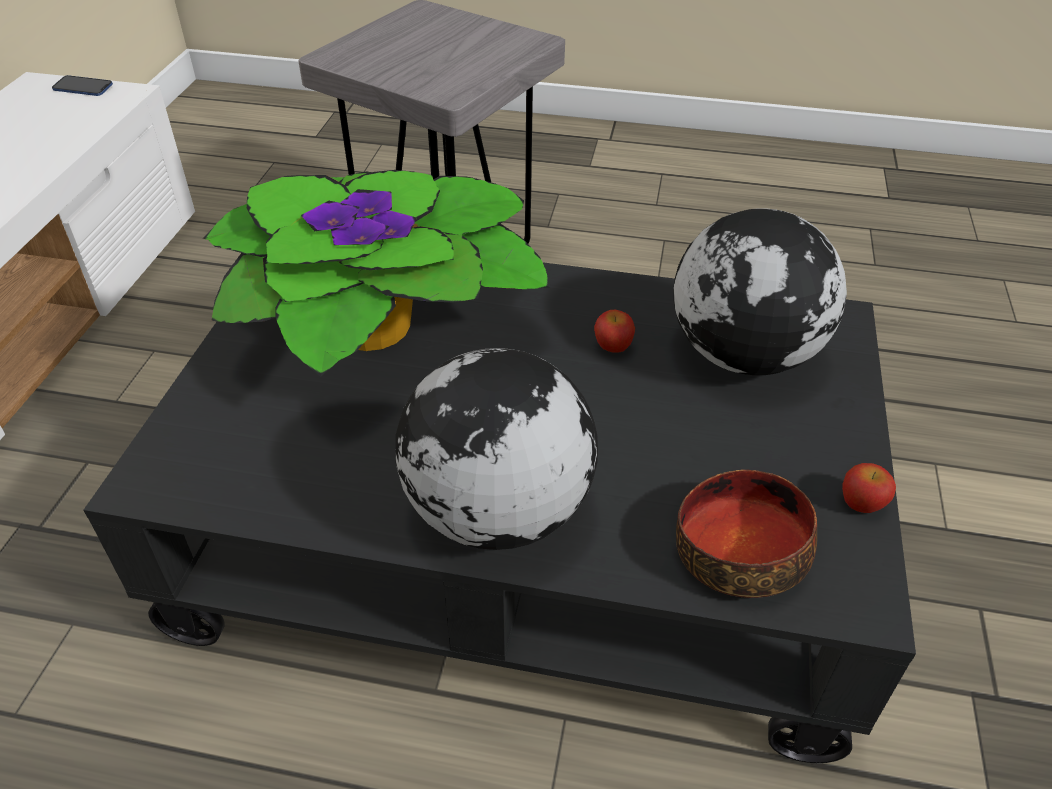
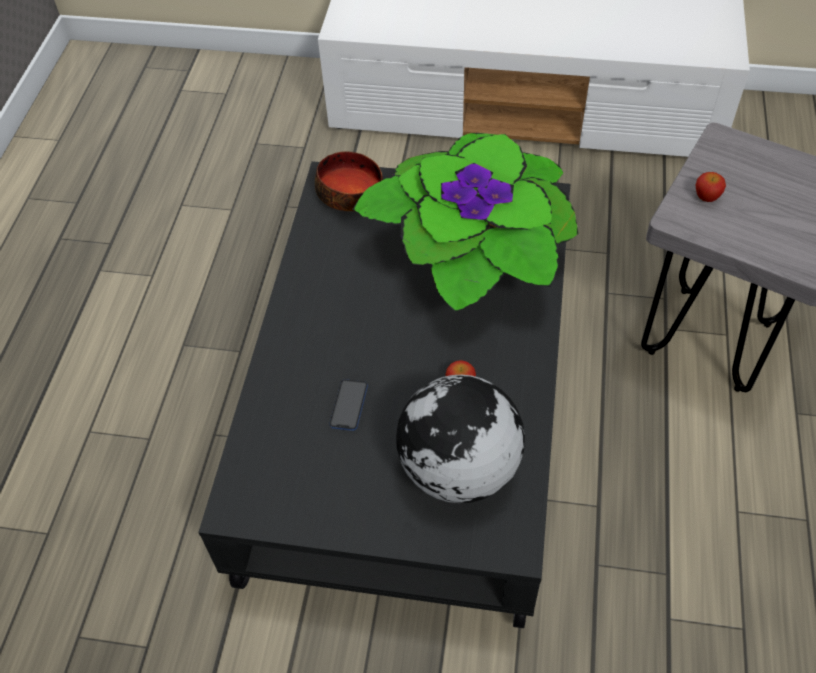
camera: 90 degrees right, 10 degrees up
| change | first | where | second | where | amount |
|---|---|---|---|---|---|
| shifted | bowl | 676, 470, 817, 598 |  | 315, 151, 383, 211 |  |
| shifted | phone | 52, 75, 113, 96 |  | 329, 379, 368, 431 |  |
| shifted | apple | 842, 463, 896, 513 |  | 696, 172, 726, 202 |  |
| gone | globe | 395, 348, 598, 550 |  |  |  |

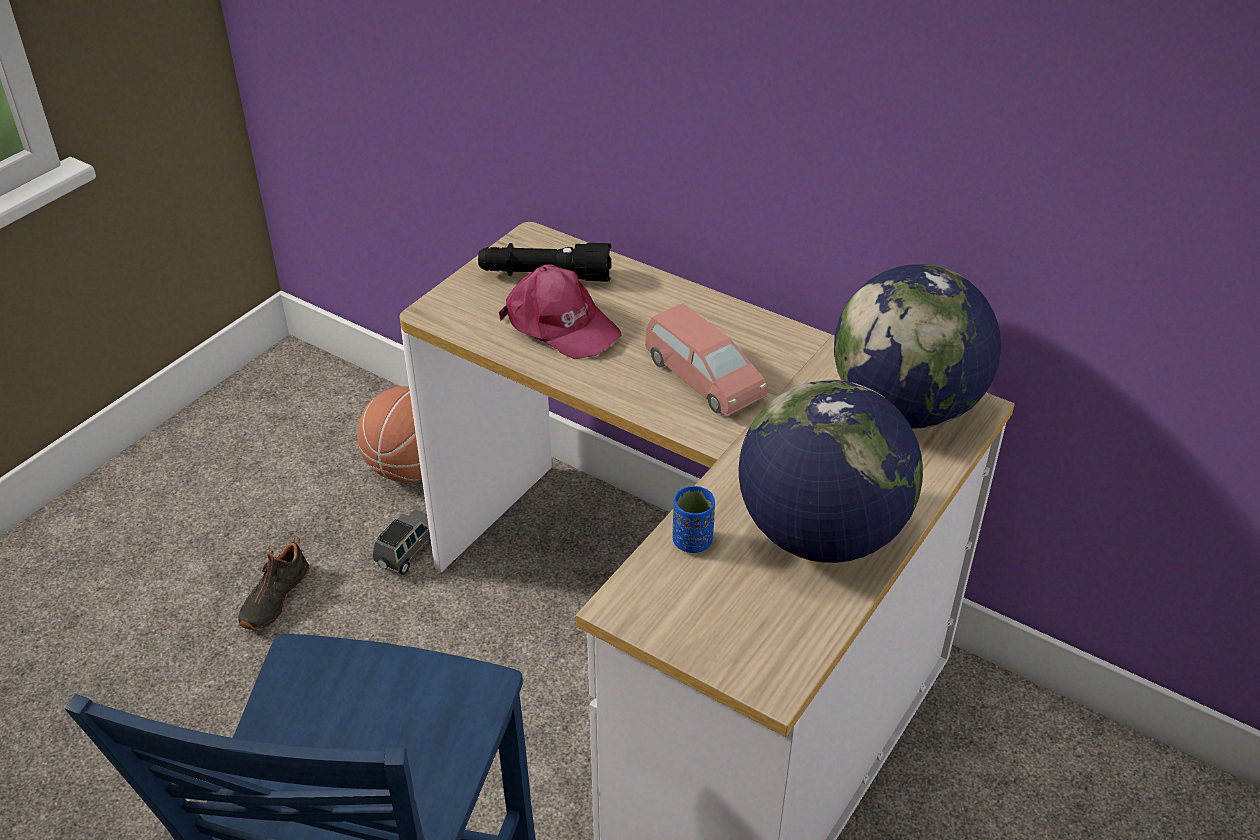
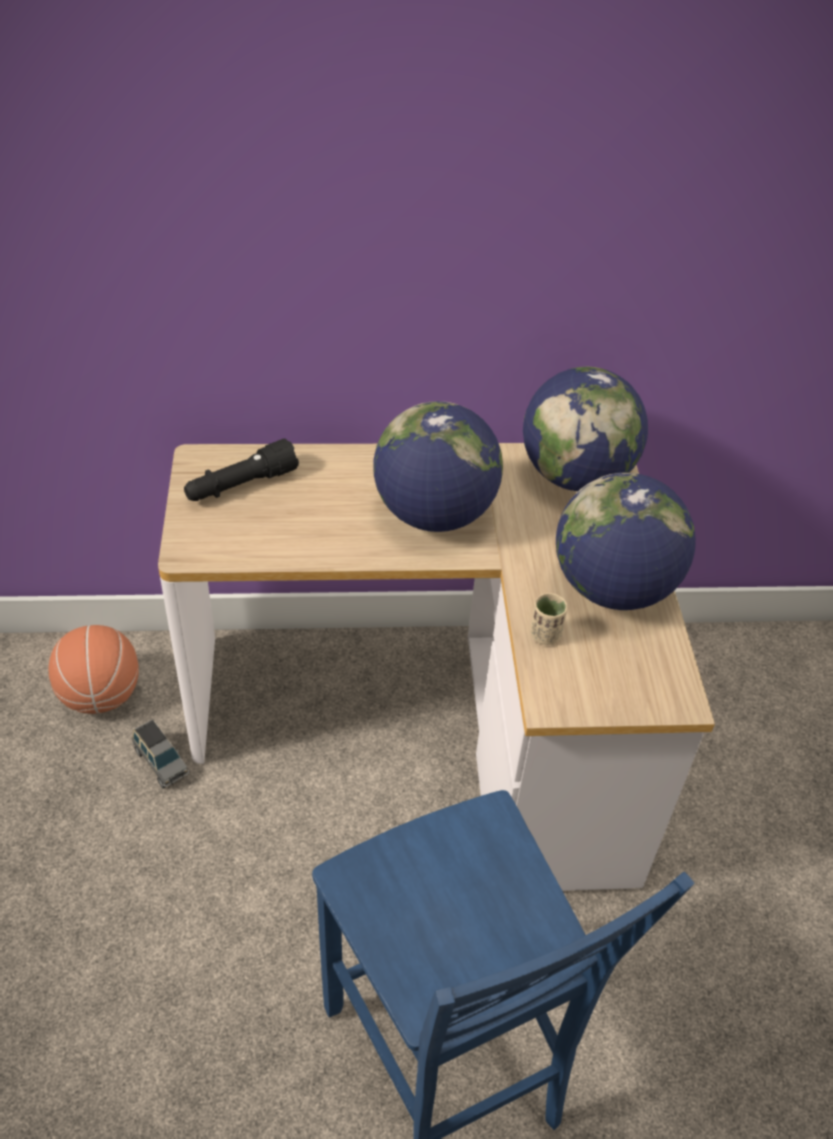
camera: 40 degrees left, 5 degrees up
| change | first | where | second | where | amount |
|---|---|---|---|---|---|
| rotated | toy car in grey | 373, 509, 431, 575 |  | 132, 720, 189, 789 | 150 degrees clockwise |
| swapped | toy car in pink | 645, 303, 768, 416 | globe | 373, 401, 503, 532 |  |
| repainted | cup in blue | 673, 486, 715, 553 | cup in beige | 530, 593, 567, 645 |  |
| gone | shoe in black | 238, 536, 309, 630 |  |  |  |
| gone | cap in pink | 499, 264, 622, 359 |  |  |  |

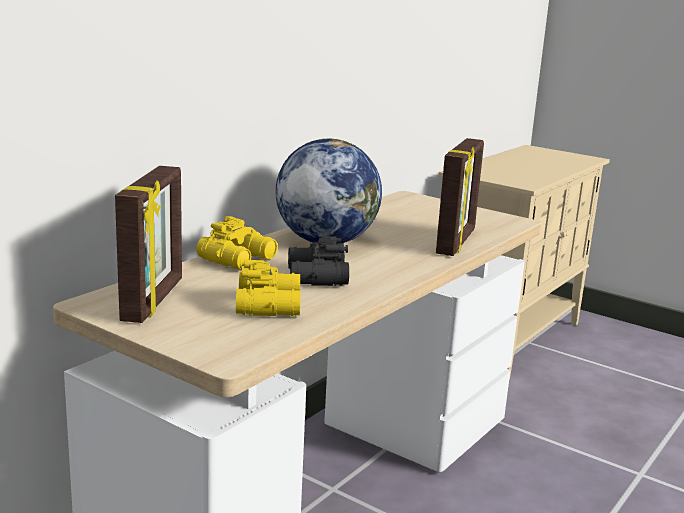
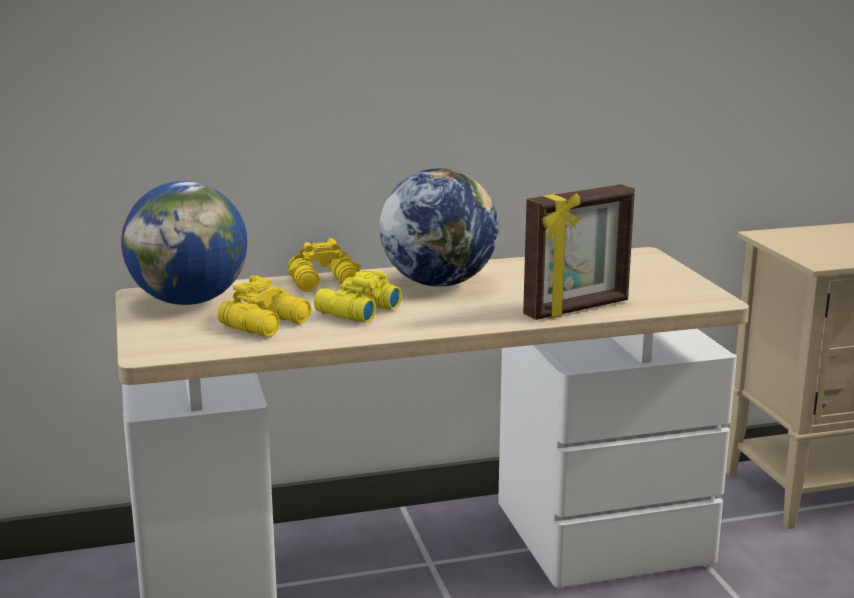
camera: 40 degrees right, 0 degrees up
| change | first | where | second | where | amount |
|---|---|---|---|---|---|
| swapped | picture frame | 115, 166, 182, 323 | globe | 121, 181, 247, 305 |  |
| repainted | binoculars in black | 288, 236, 349, 286 | binoculars in yellow | 314, 270, 402, 322 |  |

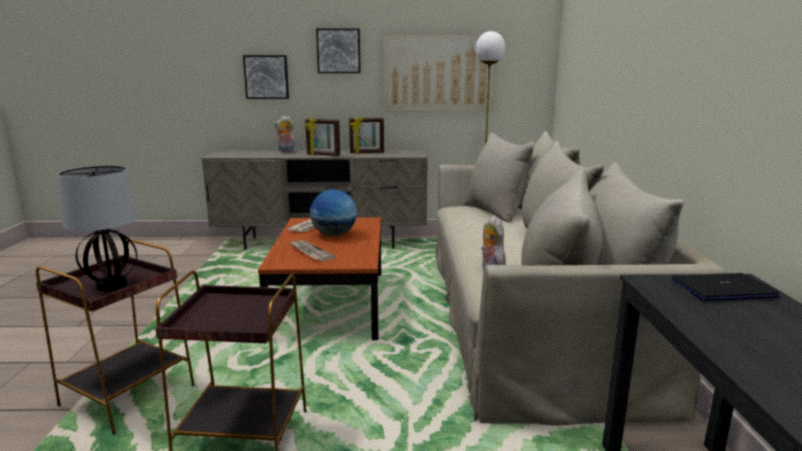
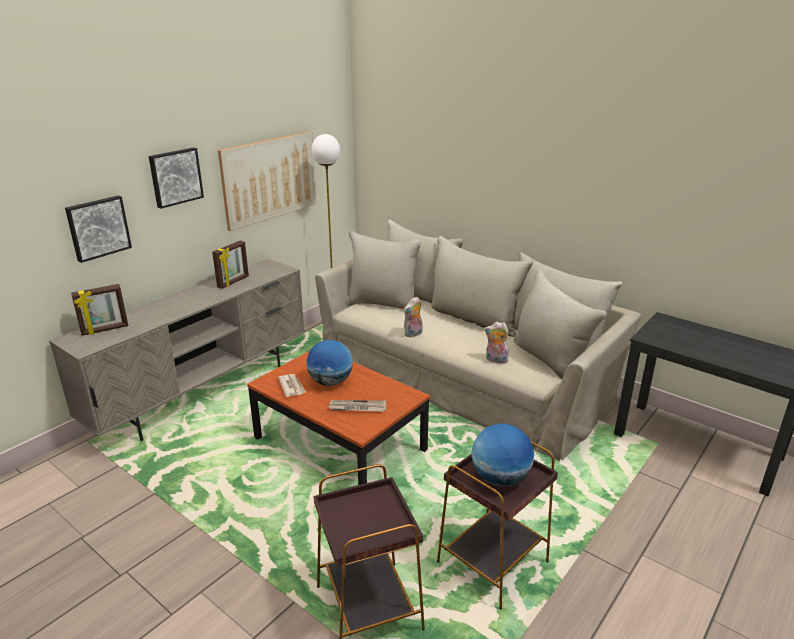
camera: 50 degrees left, 10 degrees up
| change | first | where | second | where | amount |
|---|---|---|---|---|---|
| shifted | picture frame | 305, 118, 340, 156 |  | 71, 284, 128, 336 |  |
| shifted | plush toy | 274, 116, 297, 152 |  | 403, 296, 423, 337 |  |
| new |  |  | globe | 471, 423, 534, 487 |  |
| gone | table lamp | 58, 165, 138, 291 |  |  |  |
| gone | laptop | 672, 273, 780, 301 |  |  |  |

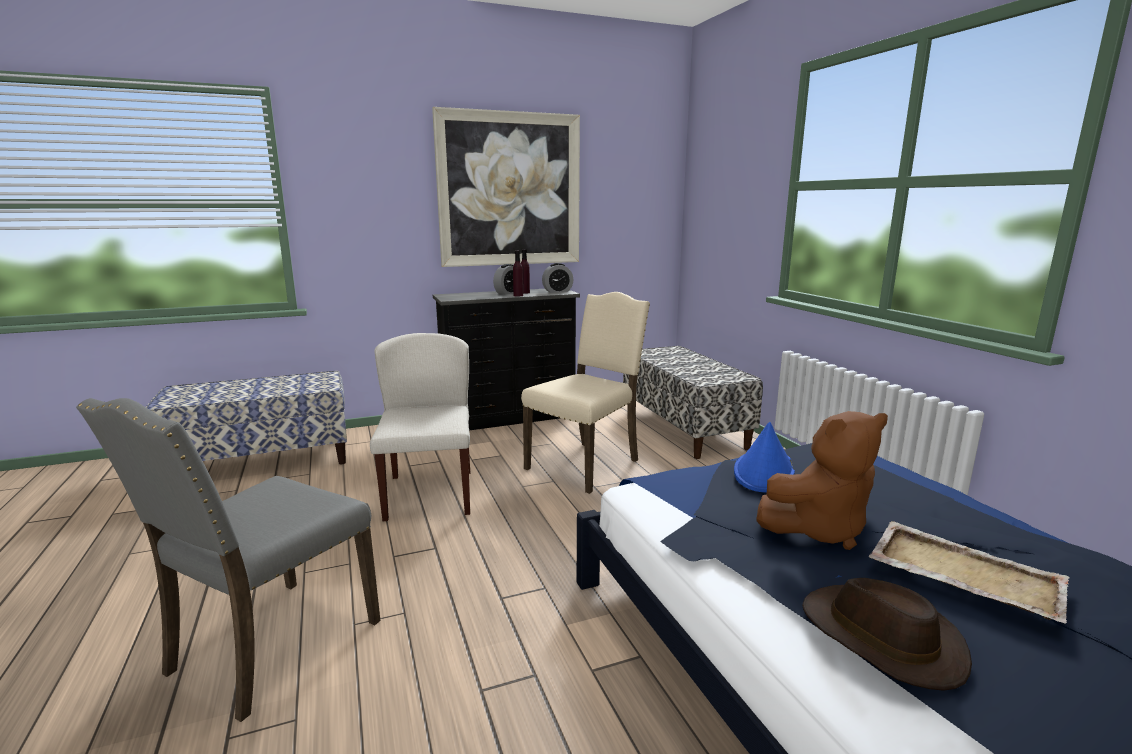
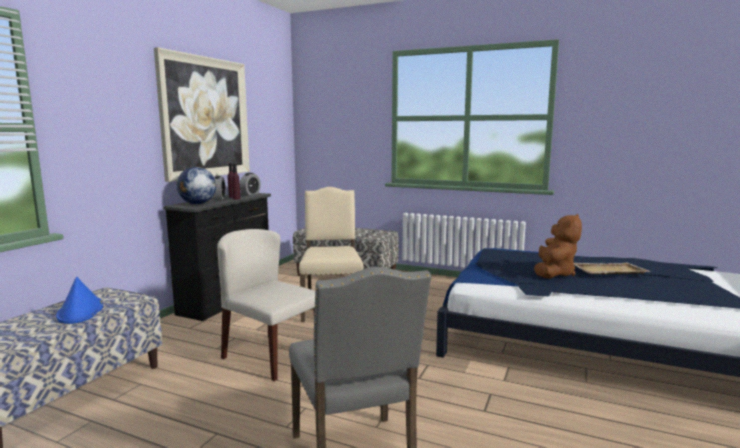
camera: 45 degrees left, 5 degrees down
| change | first | where | second | where | amount |
|---|---|---|---|---|---|
| shifted | hat in blue | 734, 422, 795, 493 |  | 56, 277, 103, 324 |  |
| new |  |  | globe | 176, 167, 216, 204 |  |
| gone | hat in brown | 802, 578, 972, 691 |  |  |  |

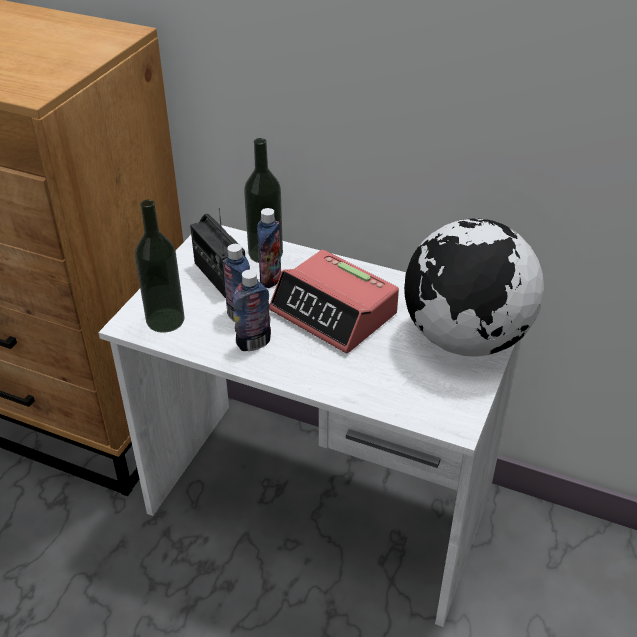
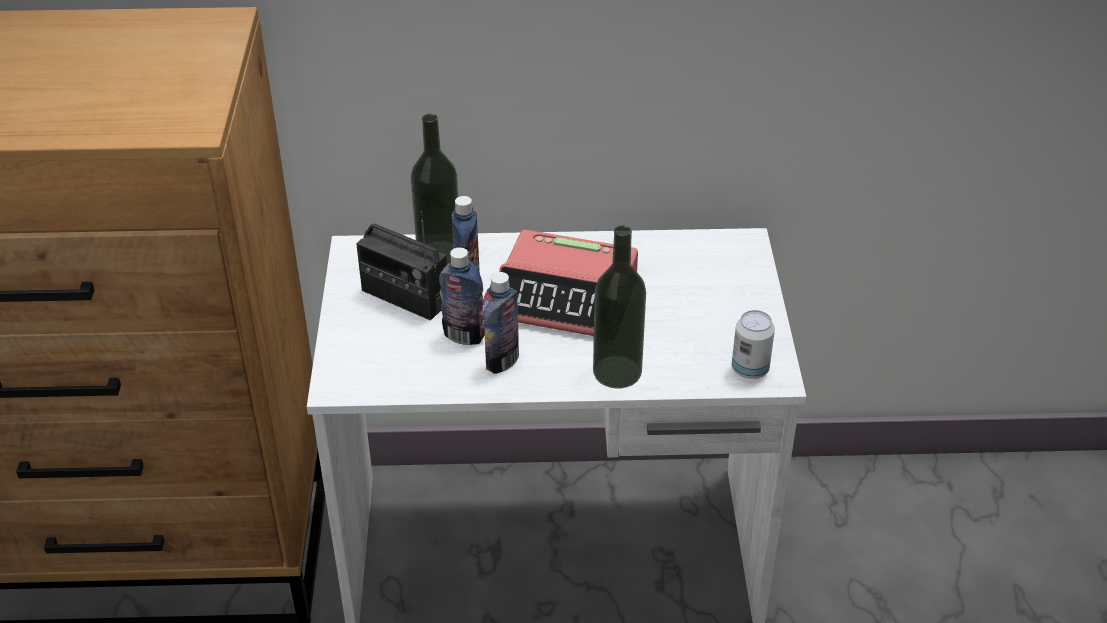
camera: 25 degrees left, 0 degrees up
| change | first | where | second | where | amount |
|---|---|---|---|---|---|
| shifted | bottle | 135, 199, 184, 333 |  | 593, 225, 646, 389 |  |
| new |  |  | can | 732, 310, 775, 379 |  |
| gone | globe | 404, 218, 544, 357 |  |  |  |

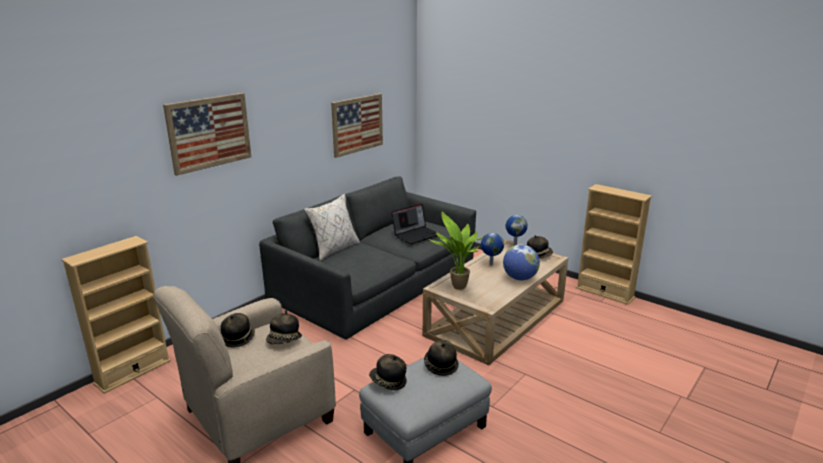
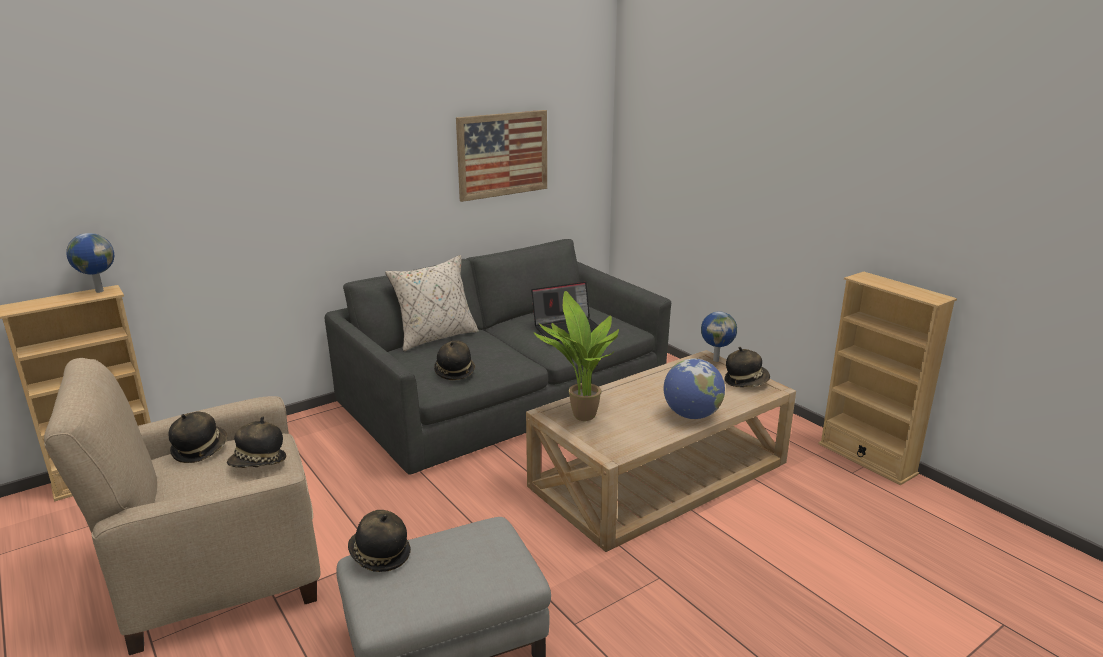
camera: 15 degrees right, 0 degrees up
| change | first | where | second | where | amount |
|---|---|---|---|---|---|
| shifted | globe | 481, 233, 504, 266 |  | 66, 233, 114, 293 |  |
| shifted | hat | 424, 340, 459, 376 |  | 434, 340, 475, 380 |  |
| gone | picture | 163, 93, 251, 176 |  |  |  |

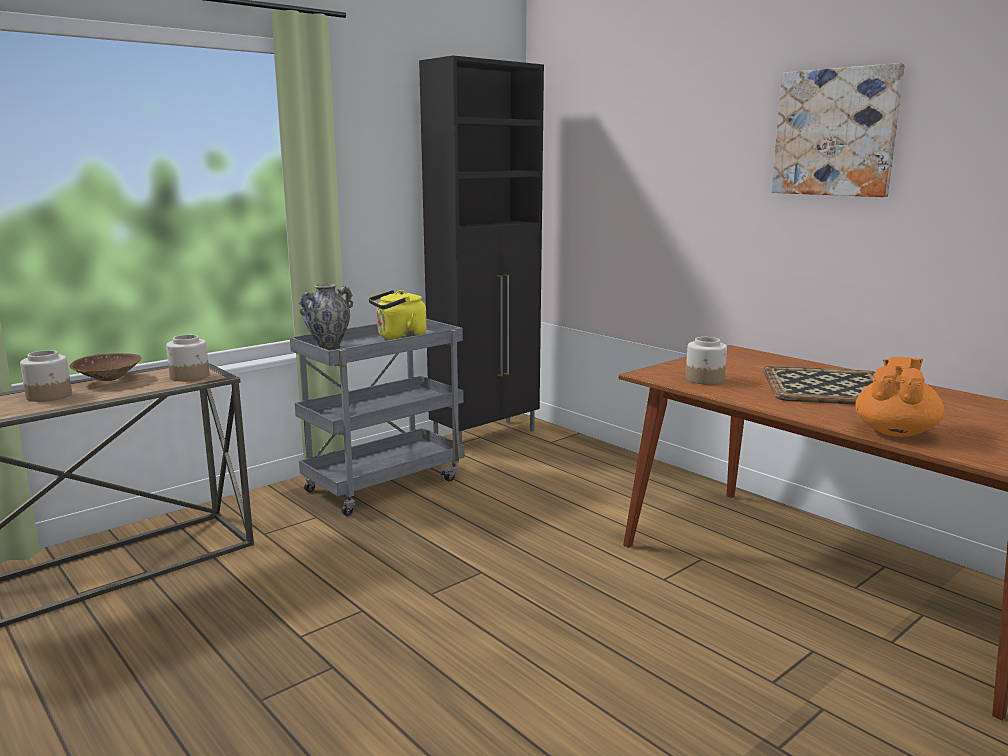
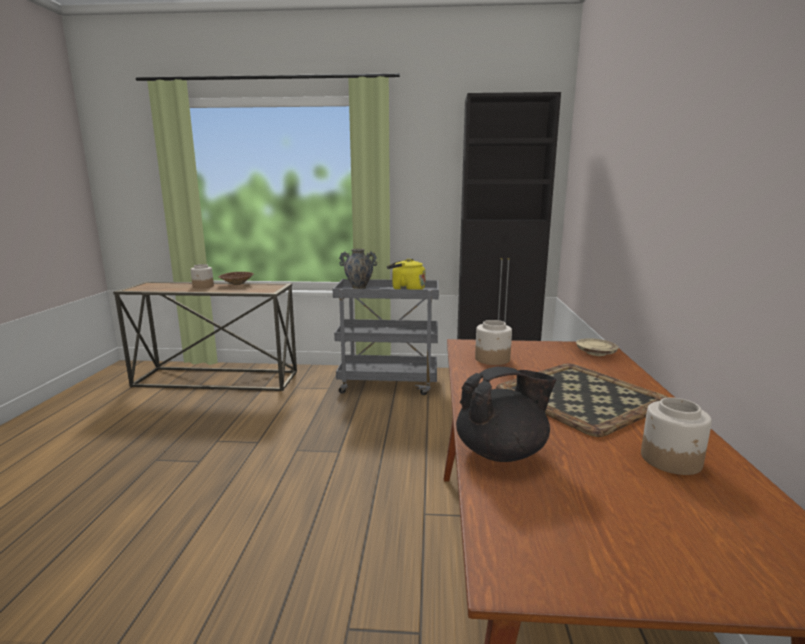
camera: 45 degrees right, 0 degrees up
| change | first | where | second | where | amount |
|---|---|---|---|---|---|
| repainted | teapot in orange | 855, 357, 944, 437 | teapot in black | 456, 367, 556, 462 |  |
| new |  |  | plate in beige | 576, 338, 619, 356 |  |
| shifted | jar | 166, 335, 209, 382 |  | 641, 397, 712, 475 |  |
| gone | picture | 772, 63, 905, 197 |  |  |  |

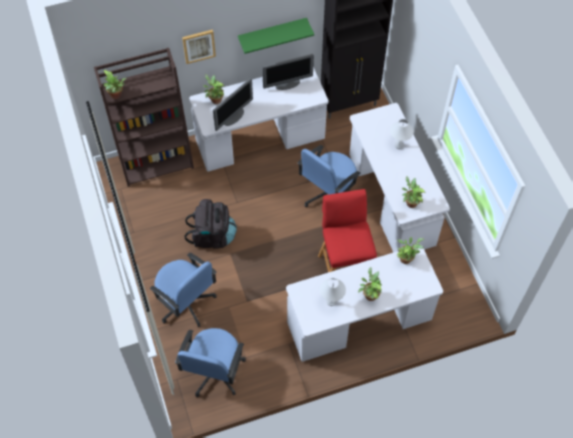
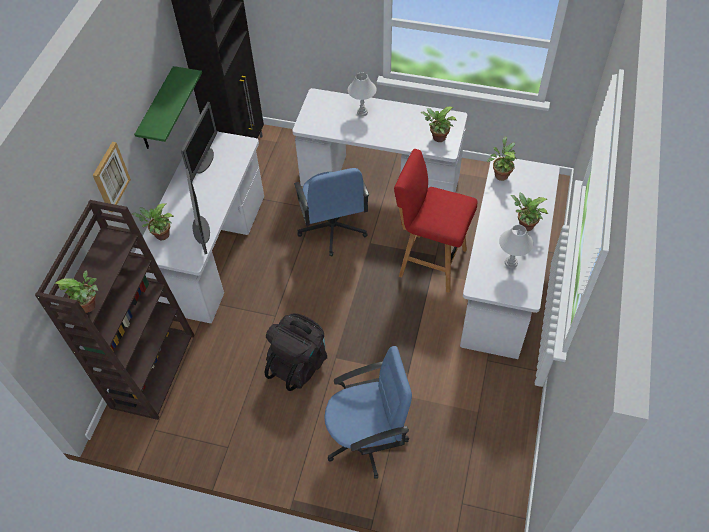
camera: 55 degrees left, 5 degrees down
| change | first | where | second | where | amount |
|---|---|---|---|---|---|
| gone | office chair in blue | 175, 328, 246, 397 |  |  |  |

